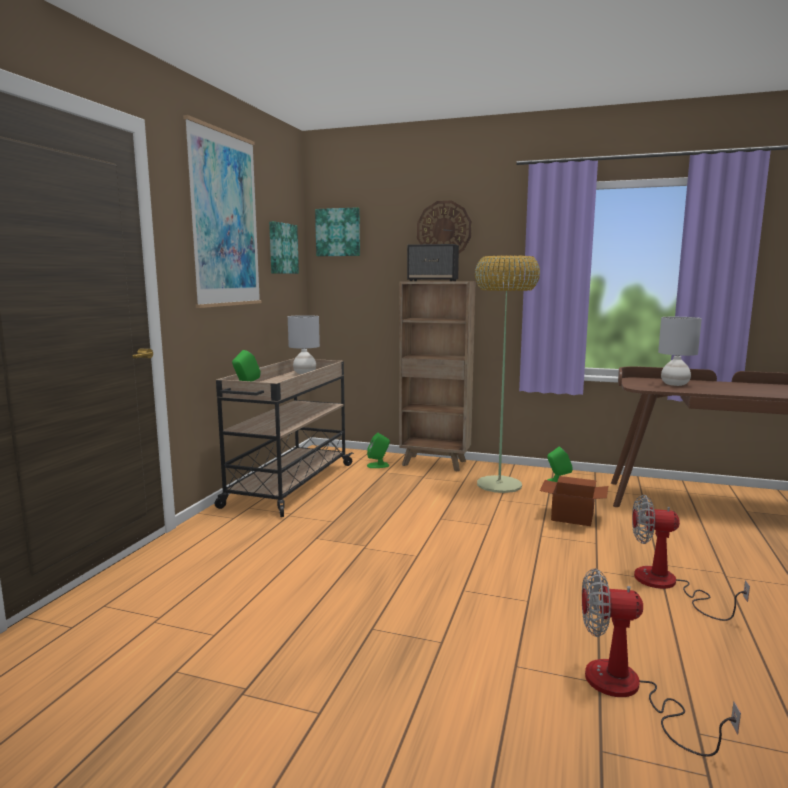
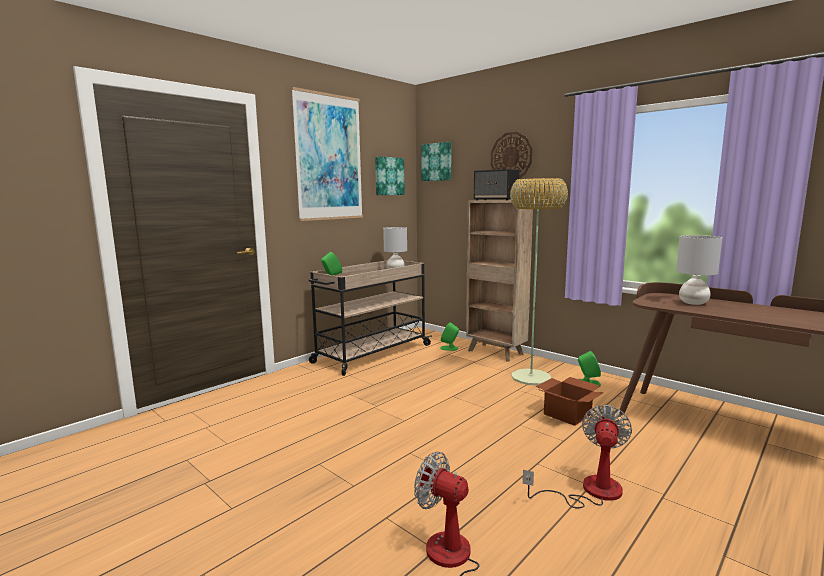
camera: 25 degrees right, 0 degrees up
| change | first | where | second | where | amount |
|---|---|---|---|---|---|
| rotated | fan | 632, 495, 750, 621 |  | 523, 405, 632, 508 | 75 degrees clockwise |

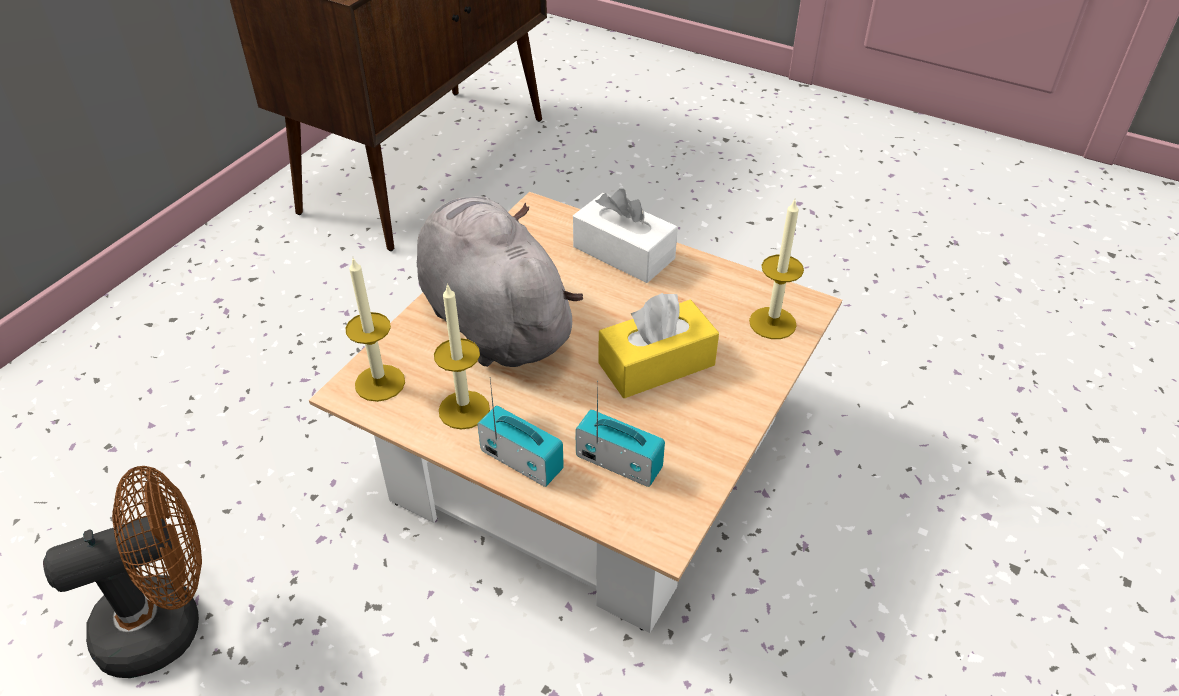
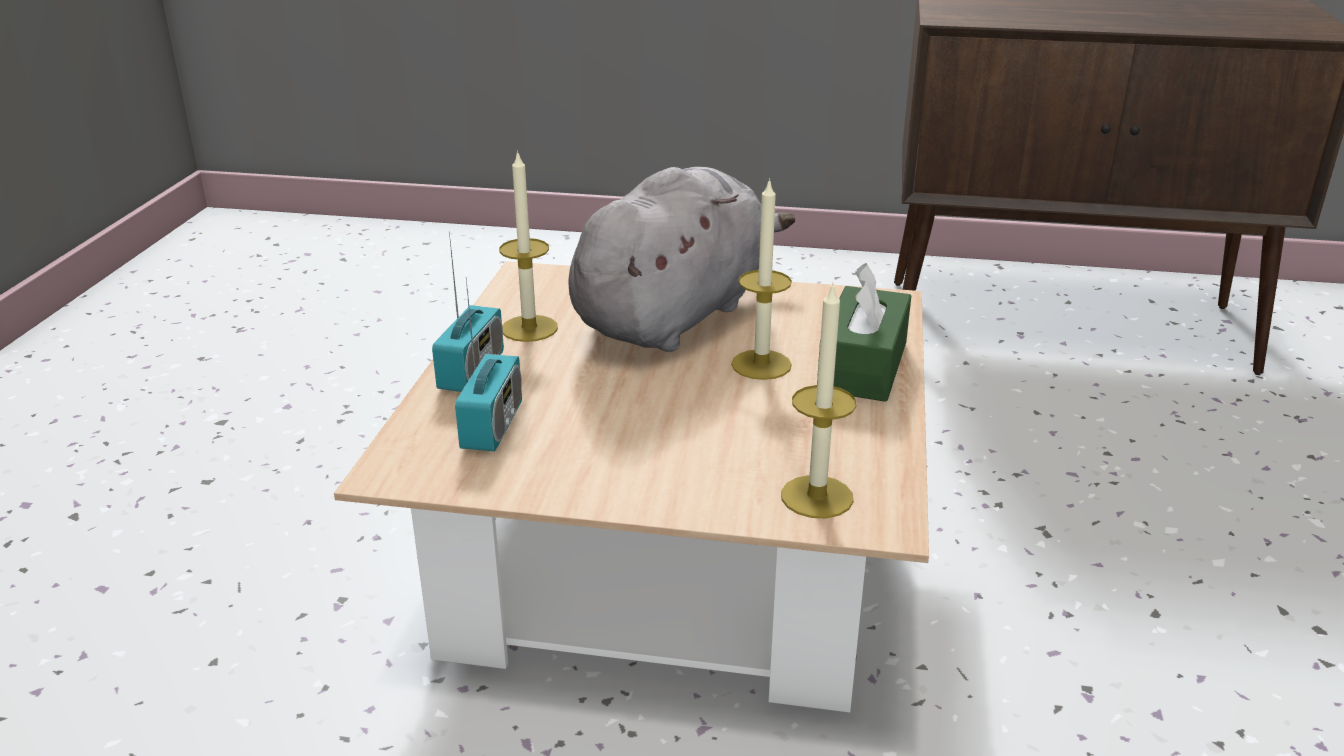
camera: 70 degrees right, 15 degrees down
| change | first | where | second | where | amount |
|---|---|---|---|---|---|
| shifted | candle | 346, 258, 405, 402 |  | 731, 178, 792, 380 |  |
| repainted | tissue box in white | 573, 189, 678, 283 | tissue box in green | 817, 263, 911, 402 |  |
| gone | fan in brown | 43, 466, 202, 678 |  |  |  |
| gone | tissue box in yellow | 598, 293, 719, 398 |  |  |  |

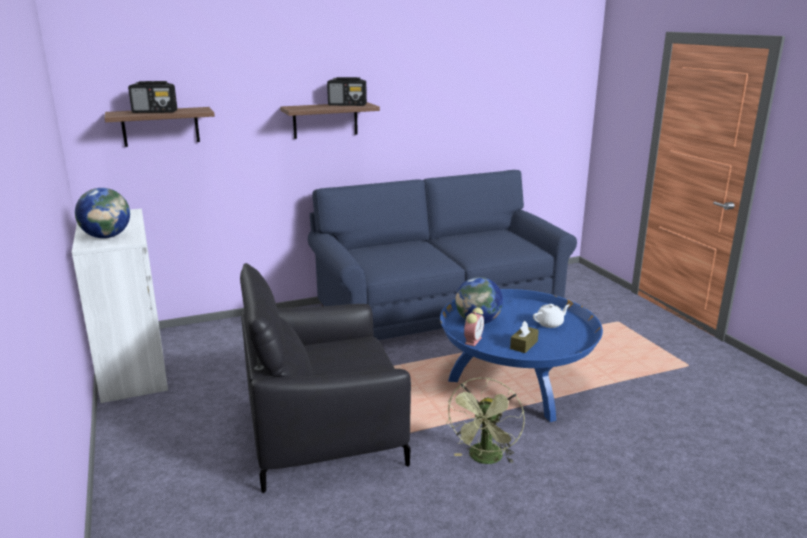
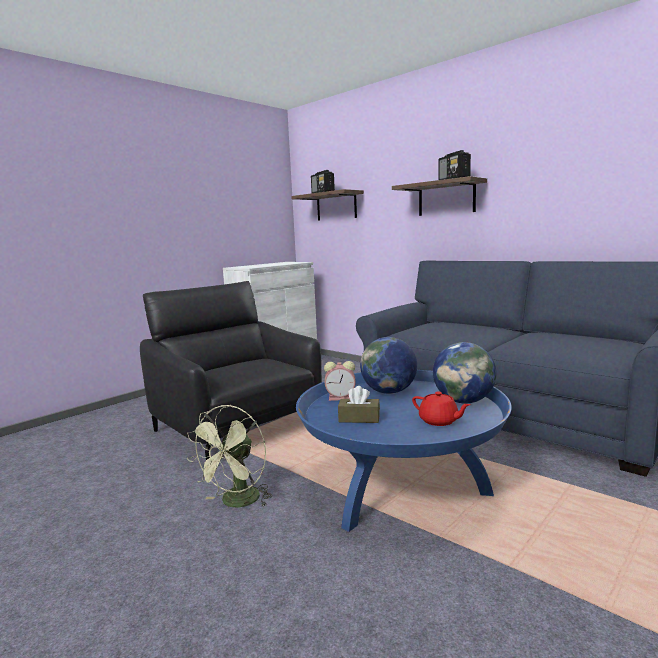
camera: 65 degrees right, 10 degrees down
| change | first | where | second | where | amount |
|---|---|---|---|---|---|
| rotated | fan in green | 446, 378, 525, 464 |  | 187, 405, 272, 507 | 60 degrees counterclockwise |
| repainted | teapot in white | 533, 304, 570, 328 | teapot in red | 412, 391, 471, 426 |  |
| shifted | globe | 75, 188, 130, 238 |  | 433, 342, 496, 404 |  |

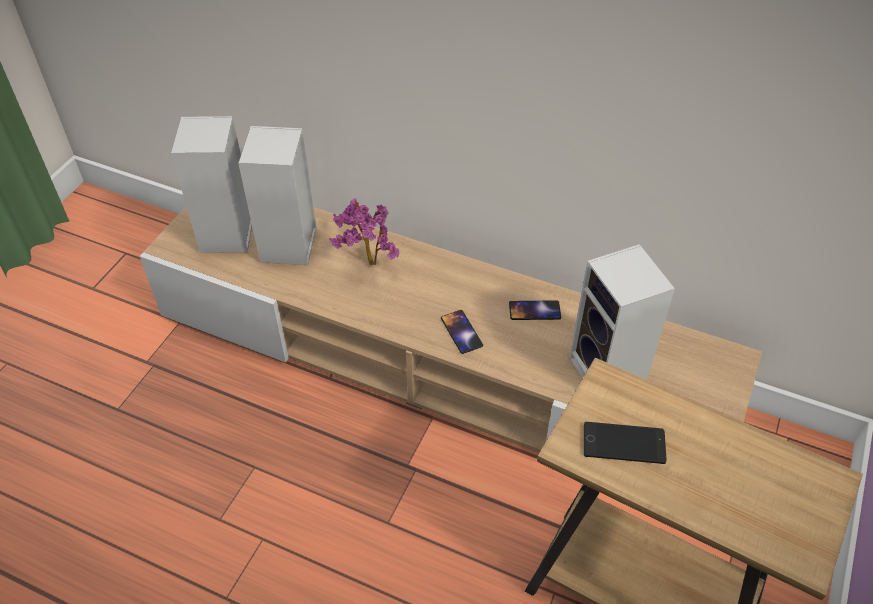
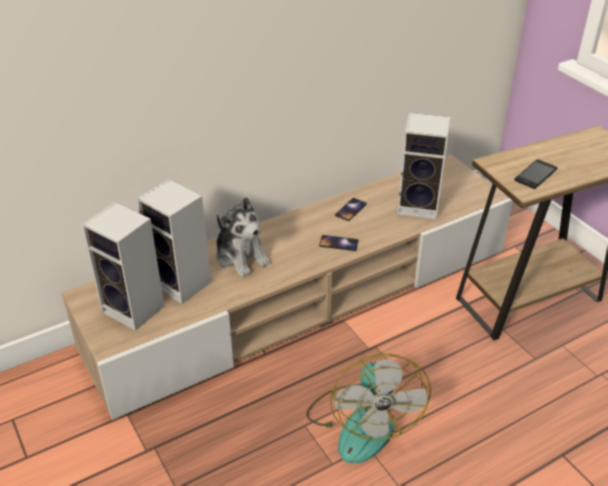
camera: 55 degrees left, 10 degrees down
| change | first | where | second | where | amount |
|---|---|---|---|---|---|
| swapped | potted plant | 329, 198, 399, 265 | plush toy | 216, 197, 270, 277 |  |
| new |  |  | fan | 306, 353, 431, 464 |  |

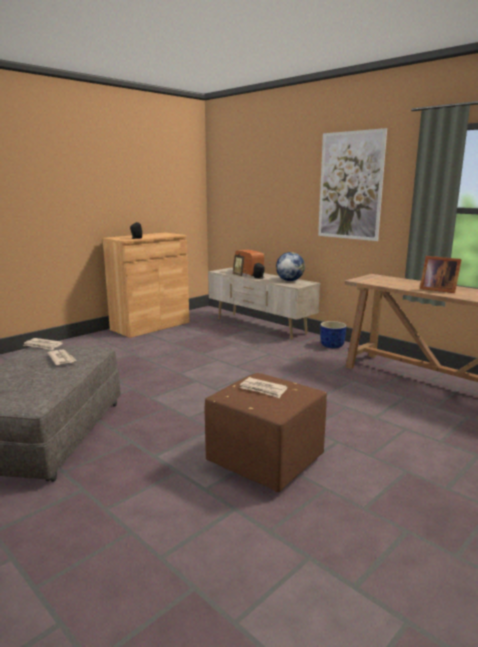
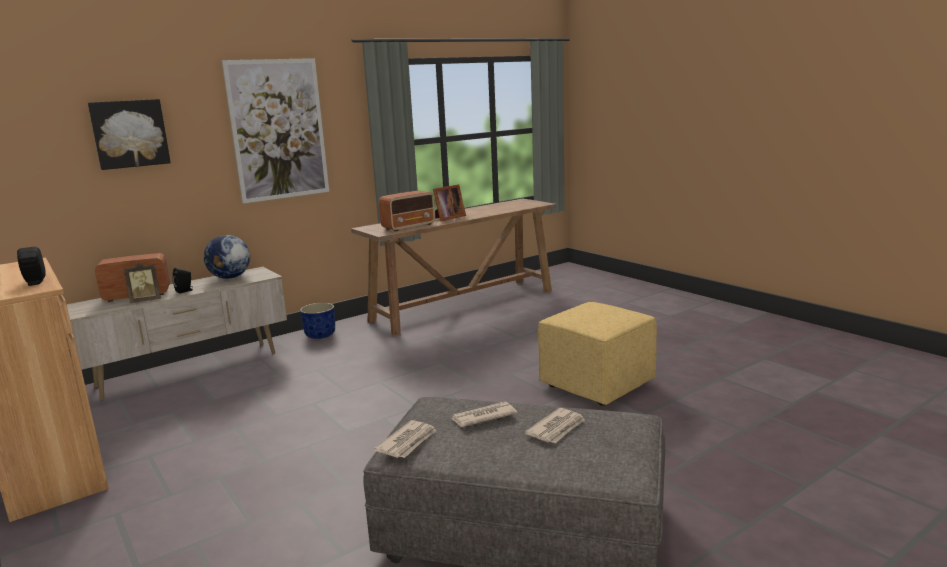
camera: 80 degrees left, 0 degrees up
| change | first | where | second | where | amount |
|---|---|---|---|---|---|
| new |  |  | picture | 88, 99, 171, 170 |  |
| new |  |  | radio | 379, 190, 435, 232 |  |
| shifted | newspaper | 240, 377, 287, 398 |  | 525, 408, 585, 443 |  |
| repainted | ottoman in brown | 204, 373, 327, 492 | ottoman in yellow | 538, 302, 657, 406 |  |

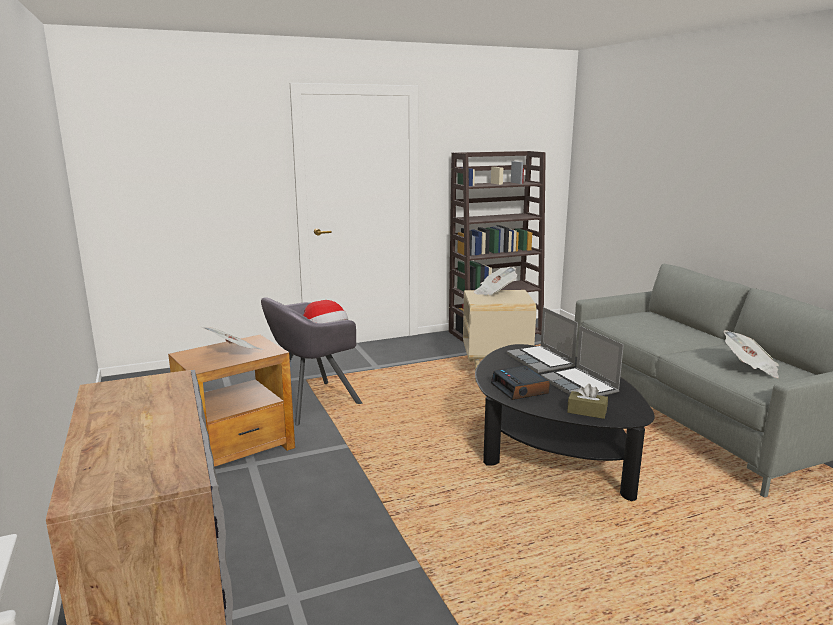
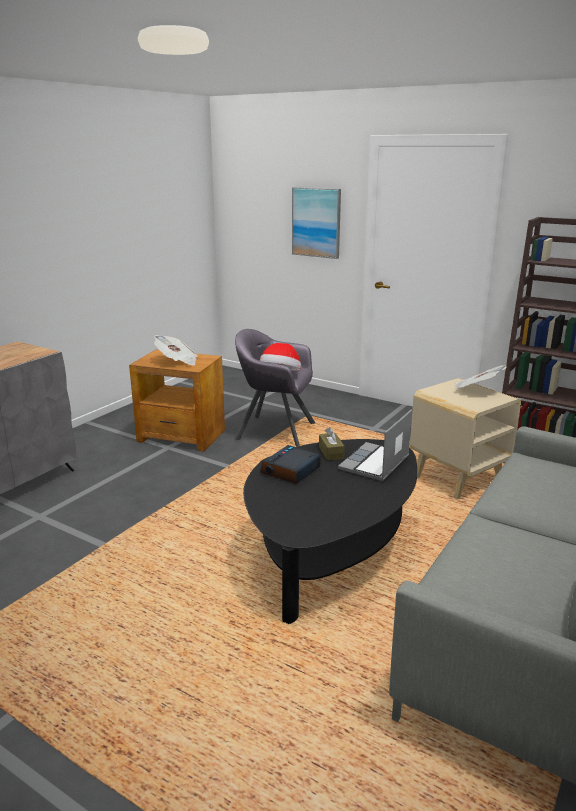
camera: 55 degrees right, 5 degrees up
| change | first | where | second | where | amount |
|---|---|---|---|---|---|
| new |  |  | picture | 292, 187, 341, 259 |  |
| shifted | tissue box in brown | 567, 384, 608, 419 |  | 319, 427, 345, 460 |  |
| gone | laptop | 541, 326, 624, 396 |  |  |  |
| gone | newspaper | 724, 330, 779, 378 |  |  |  |

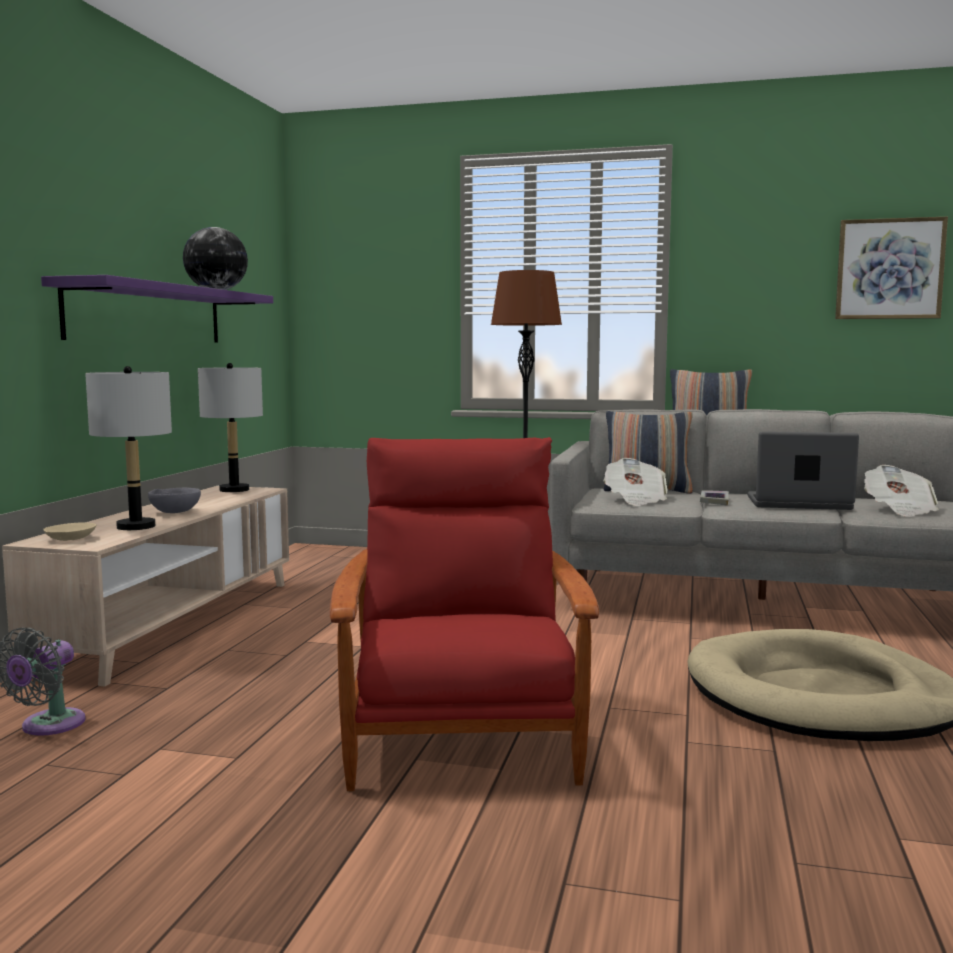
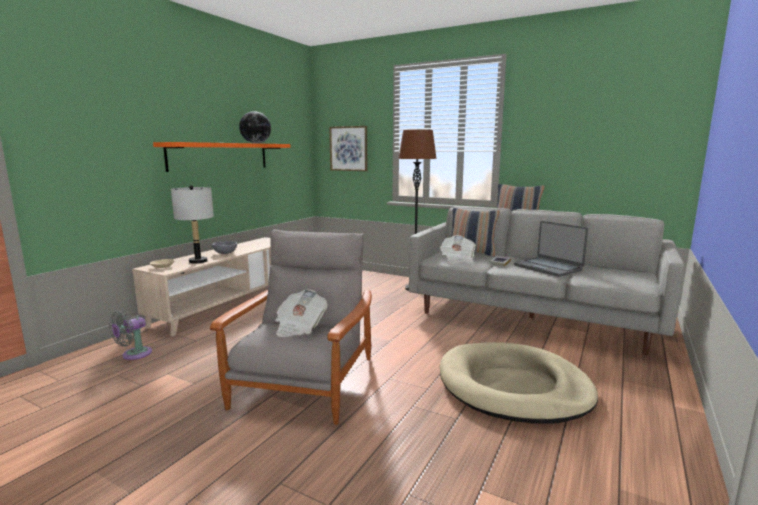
camera: 15 degrees right, 5 degrees up
| change | first | where | second | where | amount |
|---|---|---|---|---|---|
| repainted | shelf in purple | 41, 275, 273, 343 | shelf in orange | 153, 142, 290, 172 |  |
| repainted | armchair in red | 330, 437, 599, 791 | armchair in grey | 210, 230, 372, 425 |  |
| shifted | newspaper | 864, 465, 939, 517 |  | 275, 289, 328, 337 |  |
| shifted | picture | 835, 216, 948, 319 |  | 329, 126, 367, 171 |  |
| rotated | laptop | 747, 431, 859, 510 |  | 514, 221, 588, 277 | 150 degrees counterclockwise |
| gone | table lamp in grey | 198, 363, 263, 492 |  |  |  |

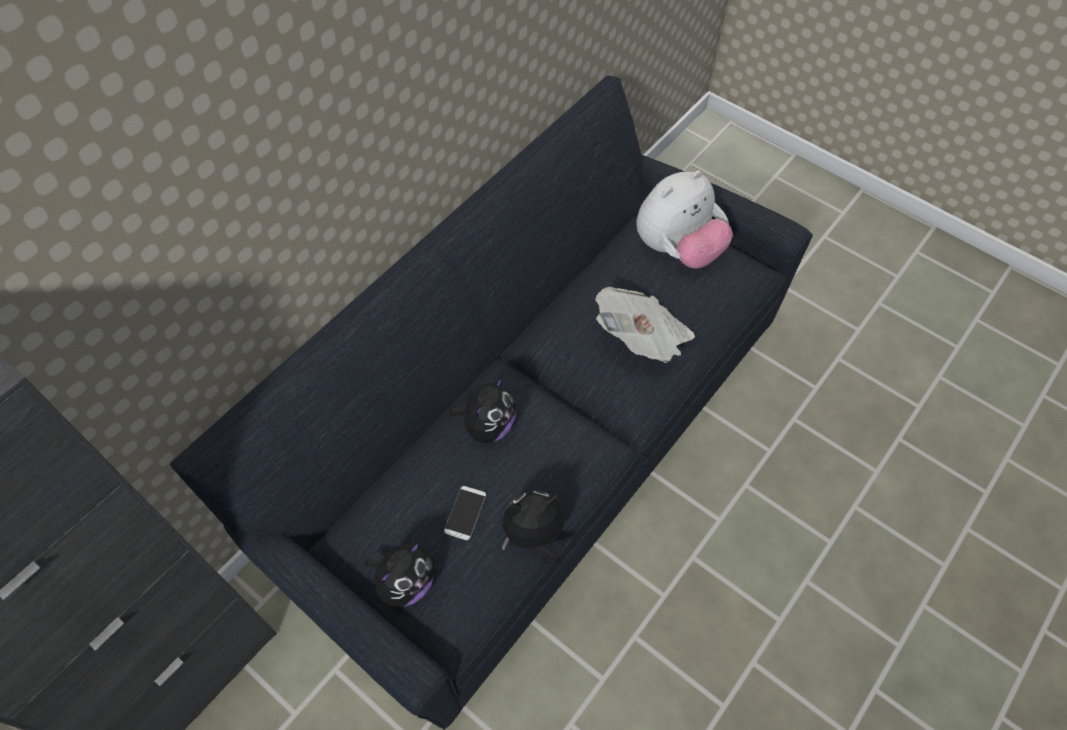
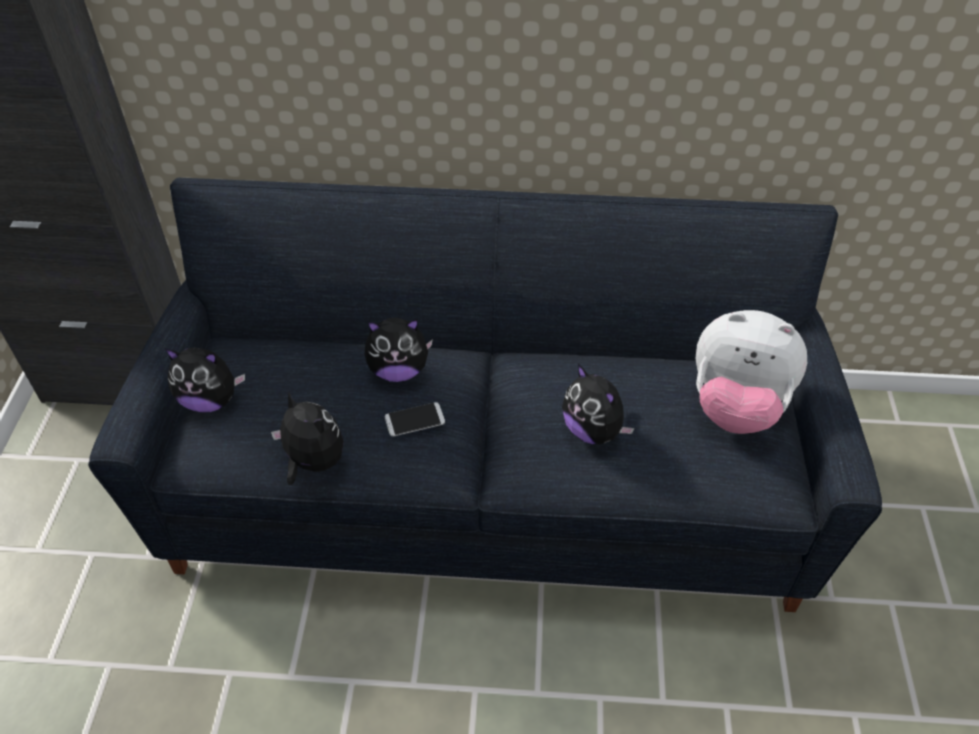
camera: 55 degrees right, 10 degrees down
| change | first | where | second | where | amount |
|---|---|---|---|---|---|
| shifted | phone | 444, 486, 486, 540 |  | 385, 402, 445, 436 |  |
| swapped | newspaper | 595, 287, 695, 363 | plush toy | 562, 364, 635, 444 |  |

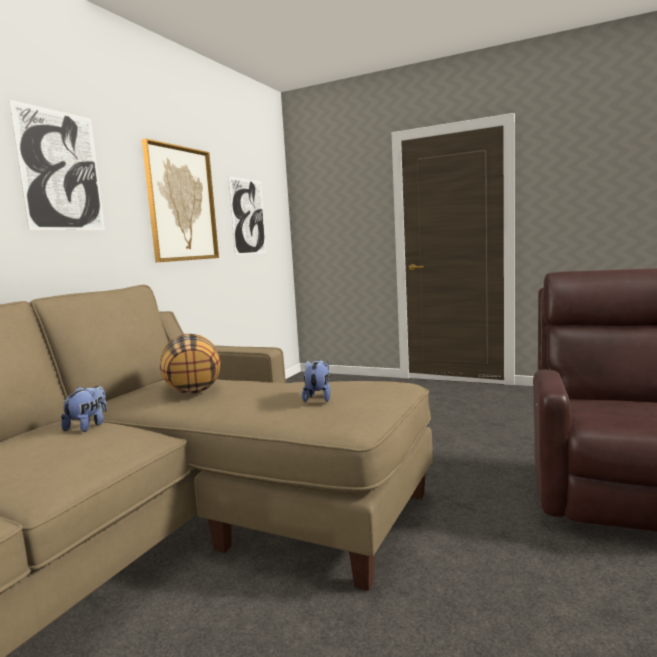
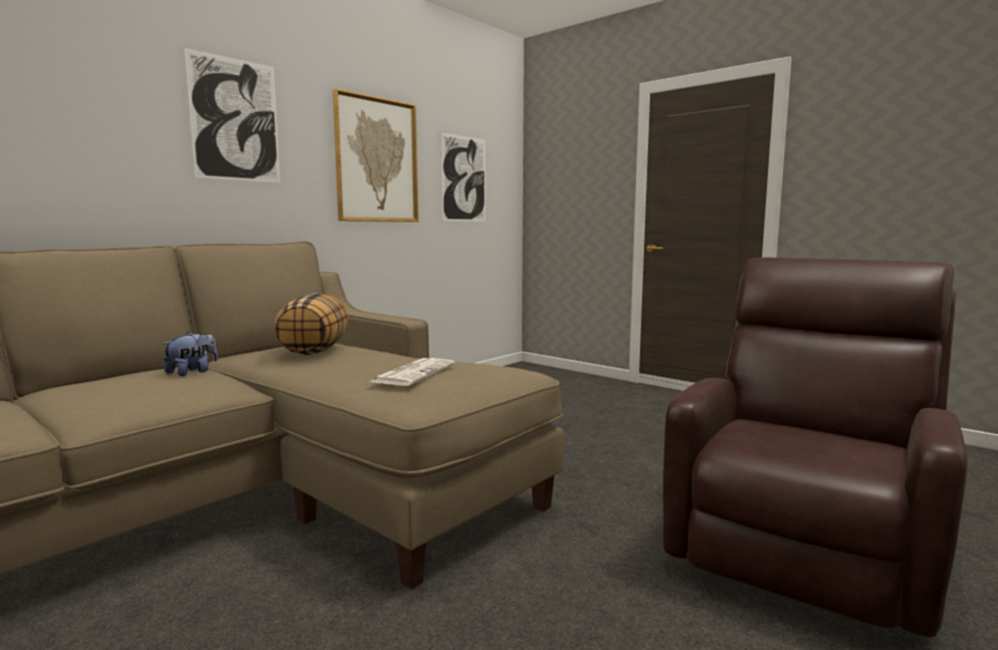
camera: 15 degrees right, 0 degrees up
| change | first | where | second | where | amount |
|---|---|---|---|---|---|
| swapped | plush toy | 302, 360, 331, 402 | newspaper | 369, 358, 455, 386 |  |

